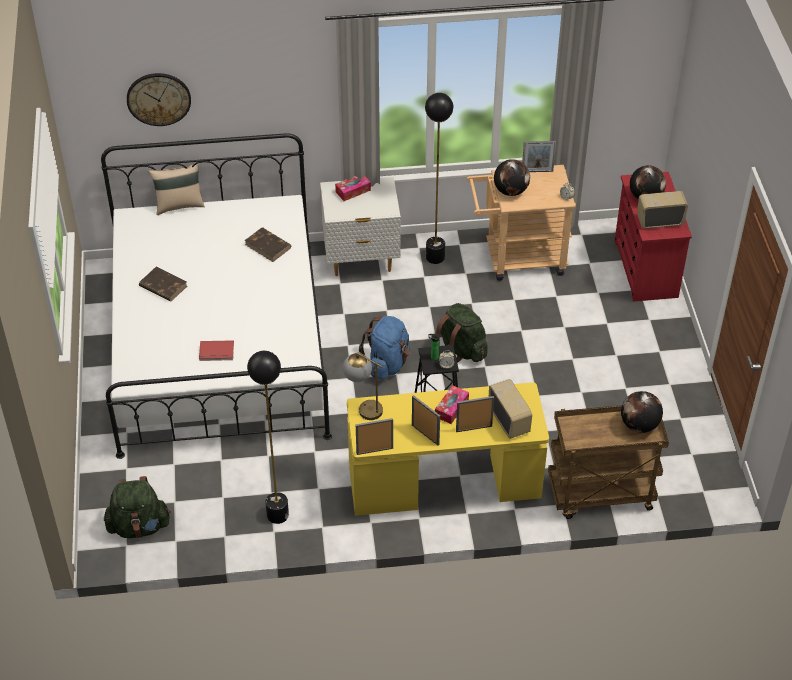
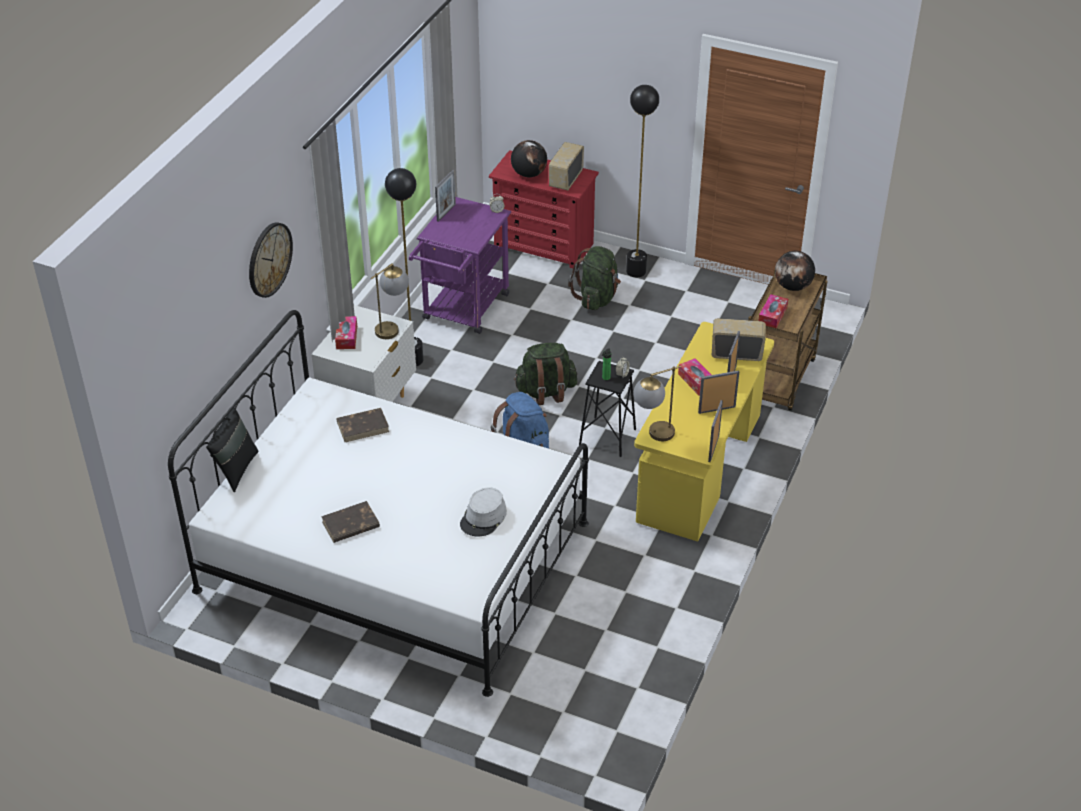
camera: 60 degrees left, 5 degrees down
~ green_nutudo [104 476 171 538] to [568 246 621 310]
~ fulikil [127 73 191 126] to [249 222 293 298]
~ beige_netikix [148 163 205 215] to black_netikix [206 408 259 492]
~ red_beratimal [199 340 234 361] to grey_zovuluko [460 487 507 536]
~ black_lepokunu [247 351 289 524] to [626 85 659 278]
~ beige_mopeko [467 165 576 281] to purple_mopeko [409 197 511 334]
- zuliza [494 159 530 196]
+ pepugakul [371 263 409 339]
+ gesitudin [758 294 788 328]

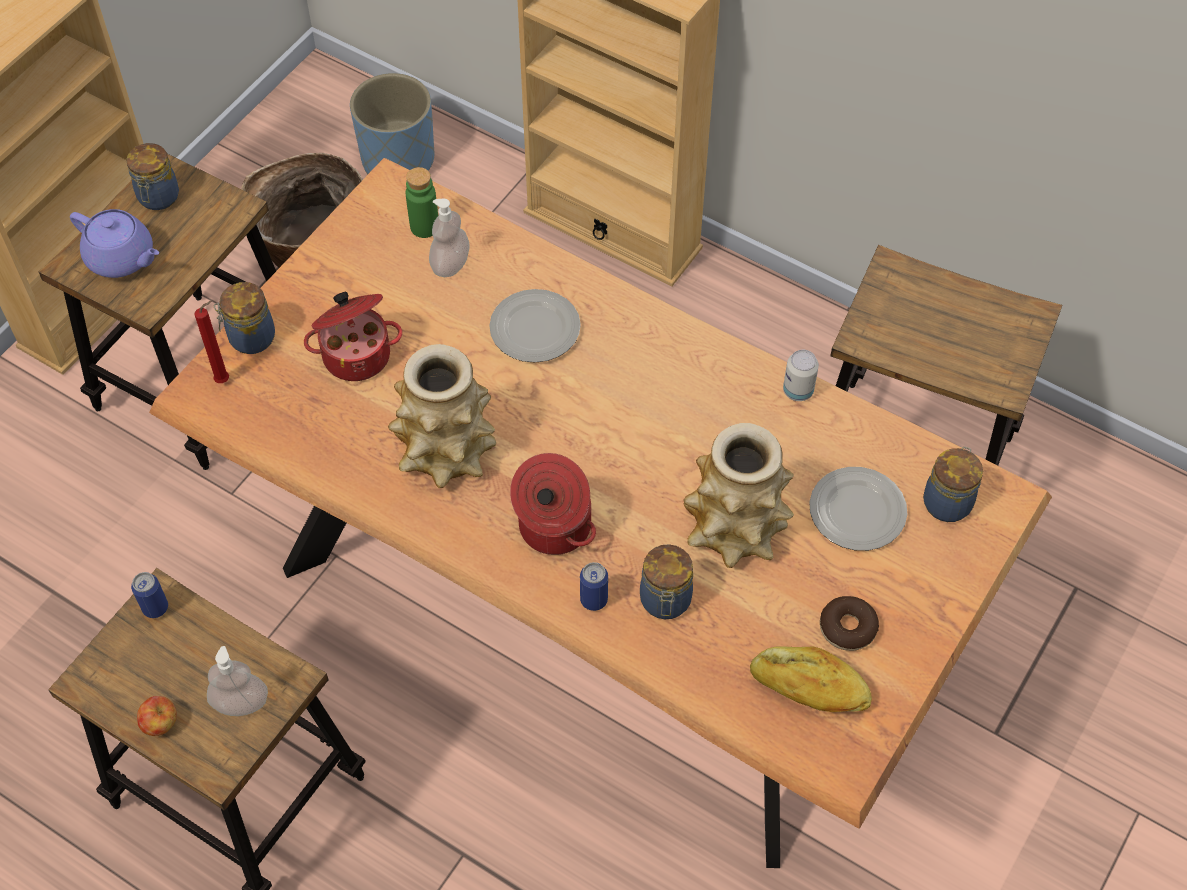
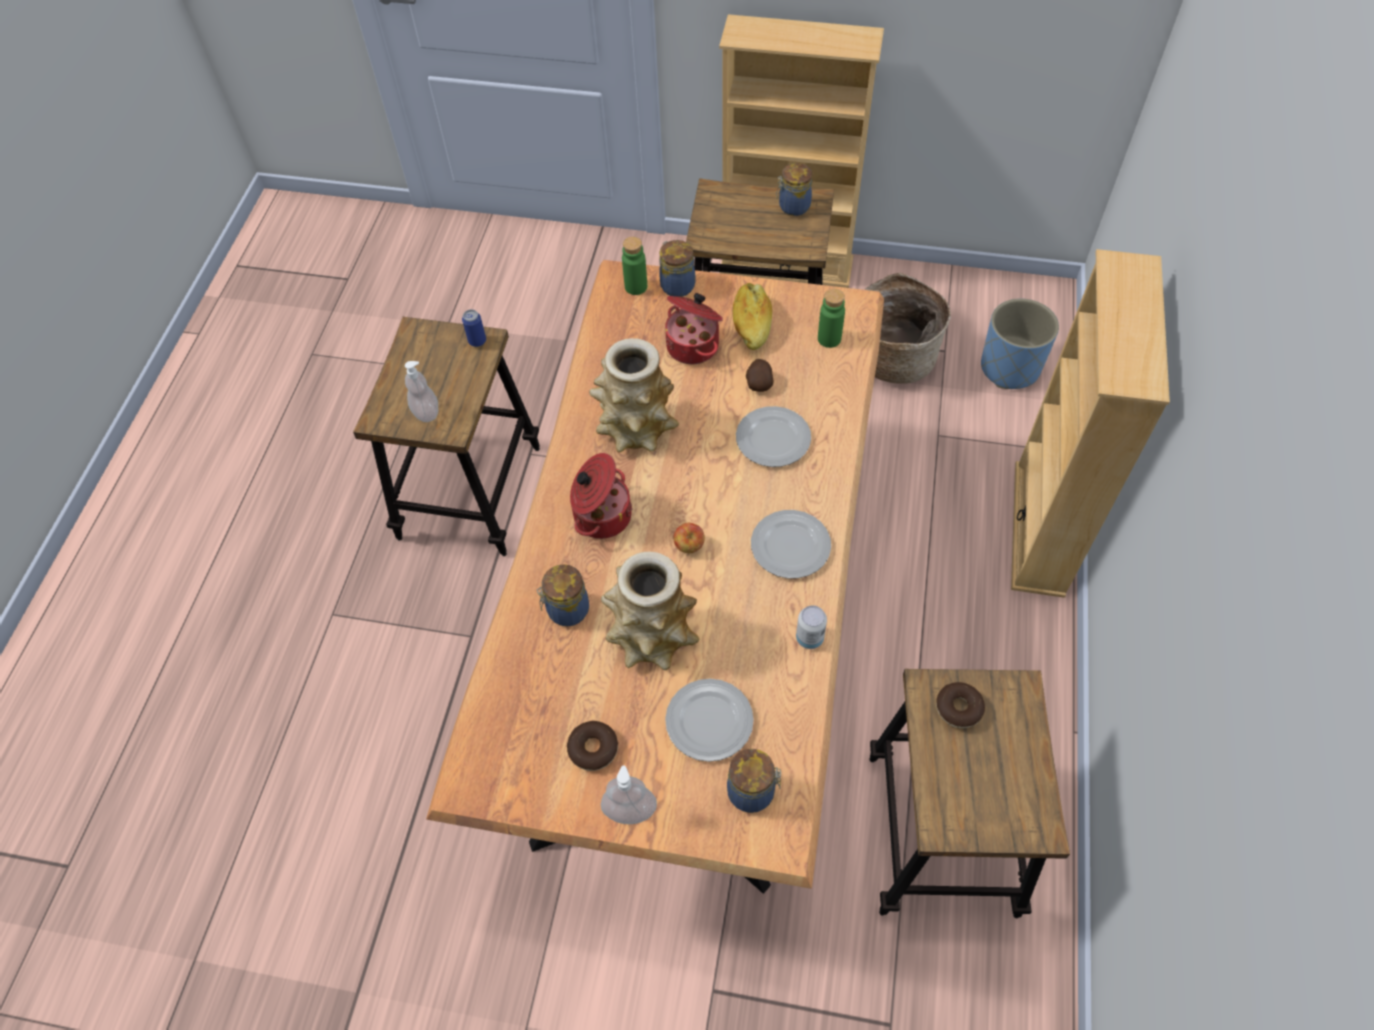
camera: 70 degrees right, 0 degrees up
- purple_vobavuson [70 209 159 278]
~ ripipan [137 696 177 736] to [674 523 705 553]
~ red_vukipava [194 301 229 383] to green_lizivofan [622 237 647 295]
~ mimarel [429 199 470 277] to [601 766 657 824]
- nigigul [580 562 608 611]
~ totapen [750 646 872 712] to [733 283 772 350]
+ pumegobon [746 359 774 392]
+ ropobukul [751 510 831 578]
+ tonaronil [936 682 985 728]

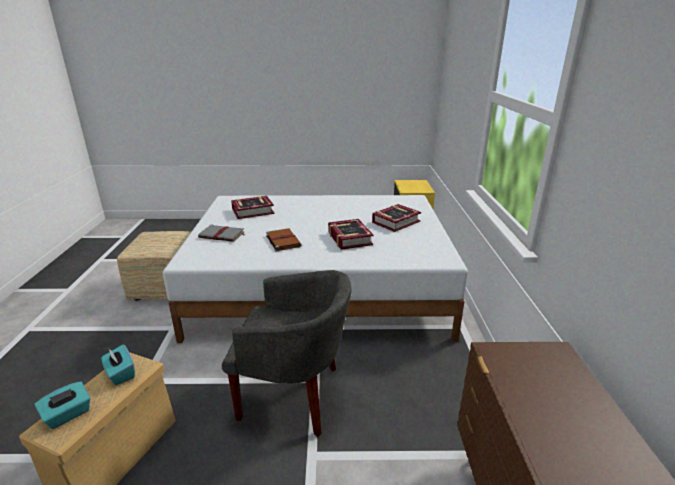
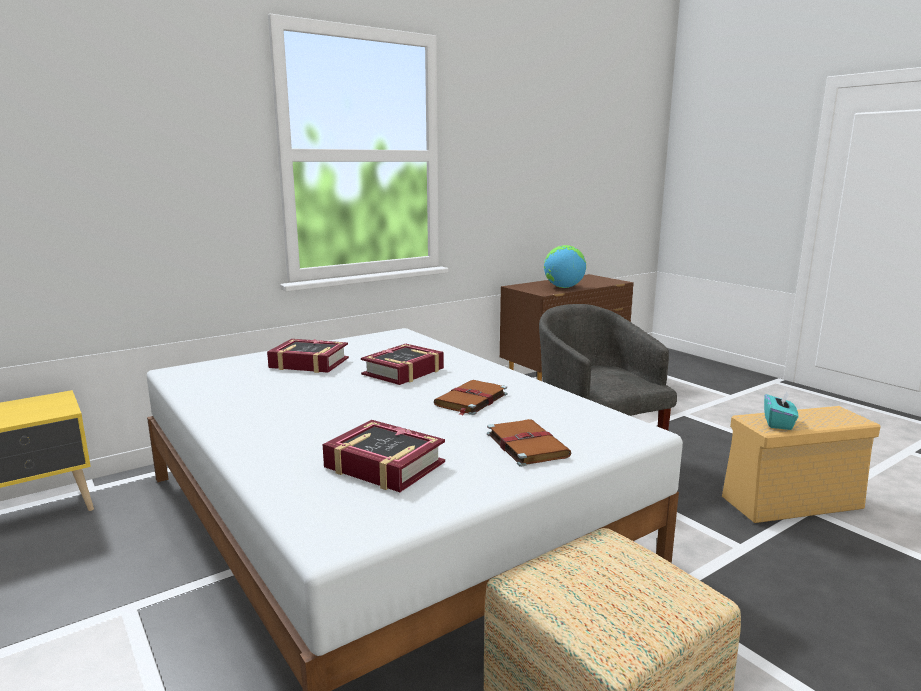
camera: 125 degrees left, 10 degrees down
- turquoise_gesitudin [34 381 90 429]
~ grey_beratimal [198 224 246 242] to brown_beratimal [487 419 571 467]
+ zuliza [544 245 586 288]

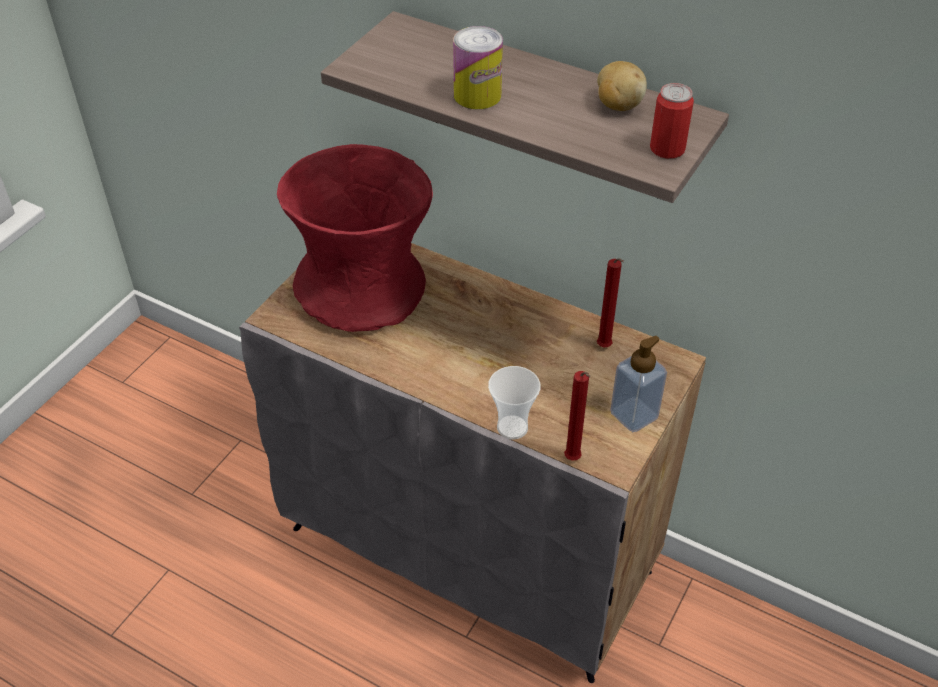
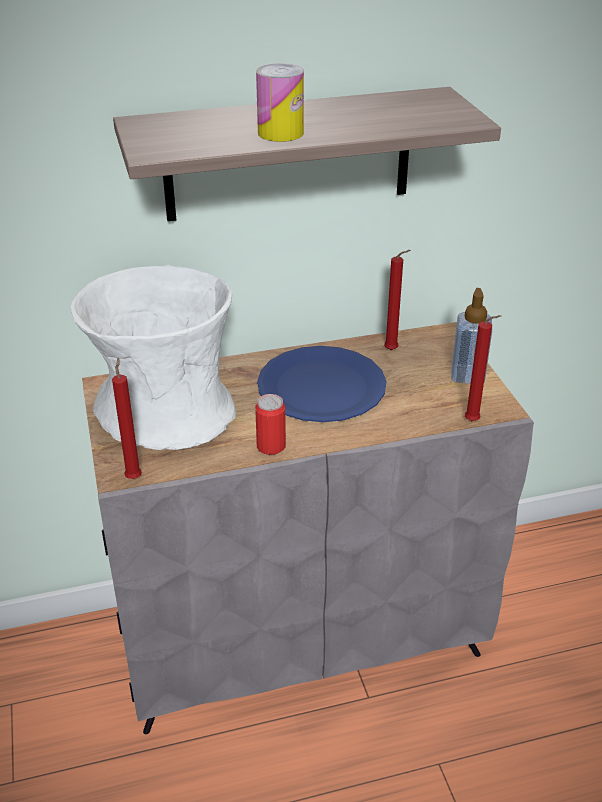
camera: 45 degrees left, 10 degrees down
~ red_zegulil [277 144 433 332] to white_zegulil [71 265 236 450]
- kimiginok [488 366 541 440]
- pumegobon [597 61 647 111]
~ nigigul [650 83 694 159] to [255 394 286 455]
+ red_vukipava [112 358 142 479]
+ blue_ropobukul [257 346 386 422]

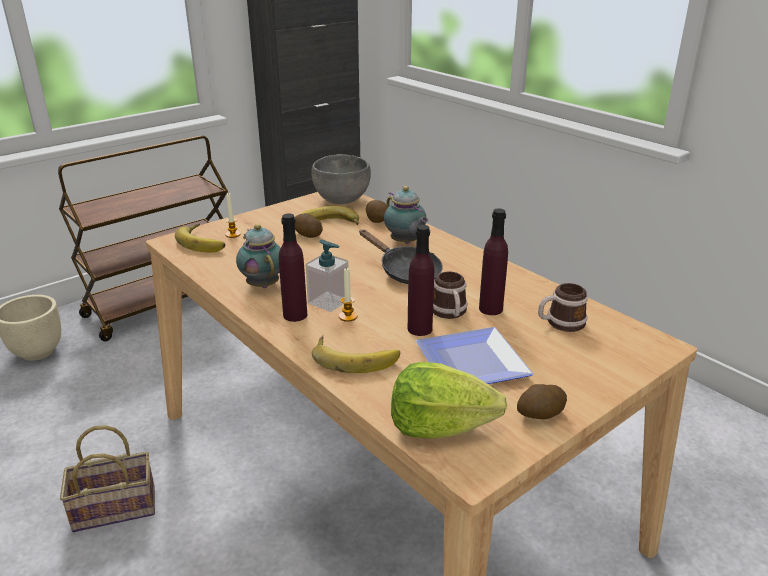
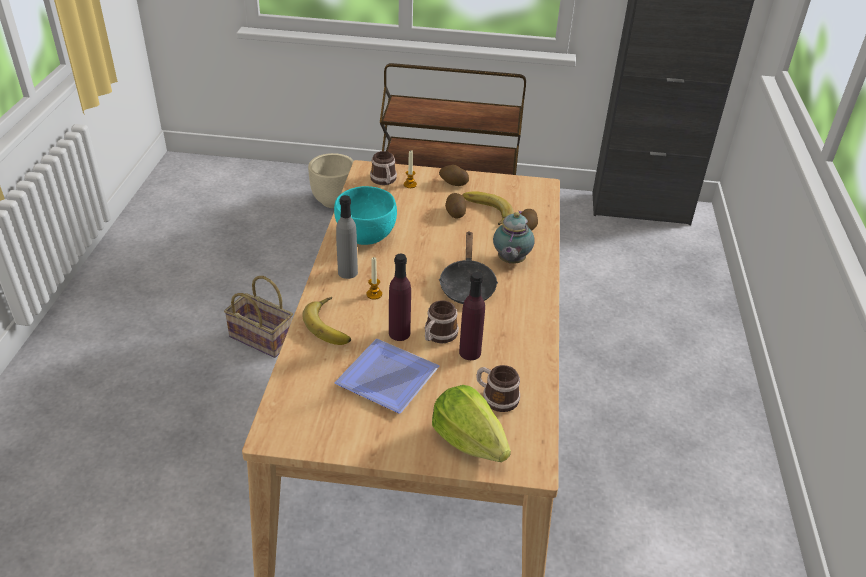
camera: 45 degrees right, 10 degrees up
~ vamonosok [175 223 225 253] to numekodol [370 151 397 185]
~ vobavuson [236 224 281 288] to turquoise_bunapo [334 186 397 245]
~ purple_lizivofan [279 213 307 322] to grey_lizivofan [336 195 358 279]
- mimarel [305 240 348 312]
- grey_bunapo [311 154 371 204]
~ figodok [391 362 507 439] to [432 385 511 462]
~ pumegobon [517 384 567 420] to [439 165 469 186]

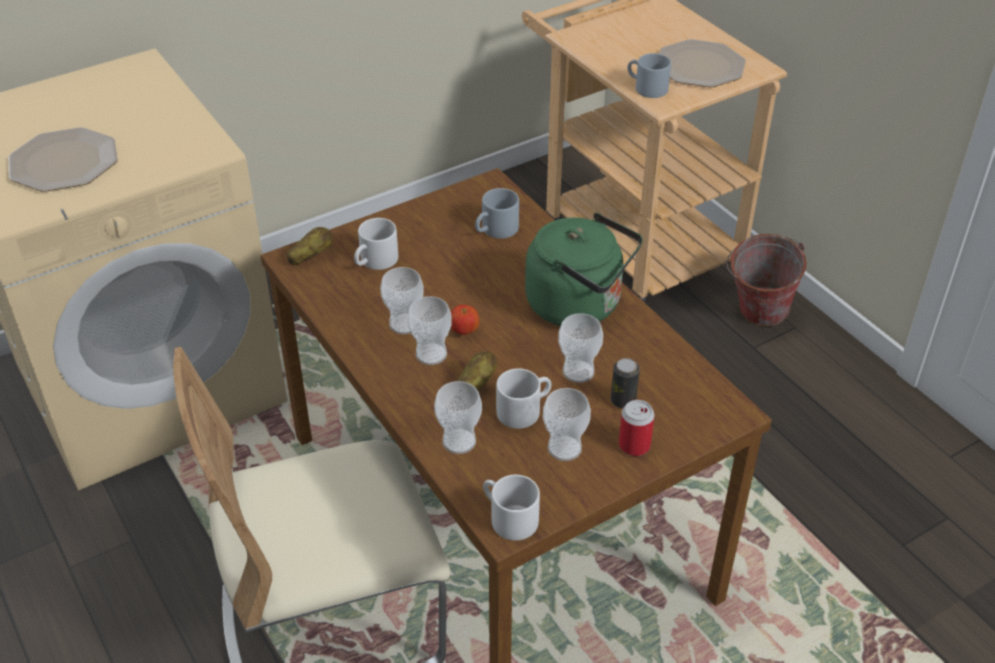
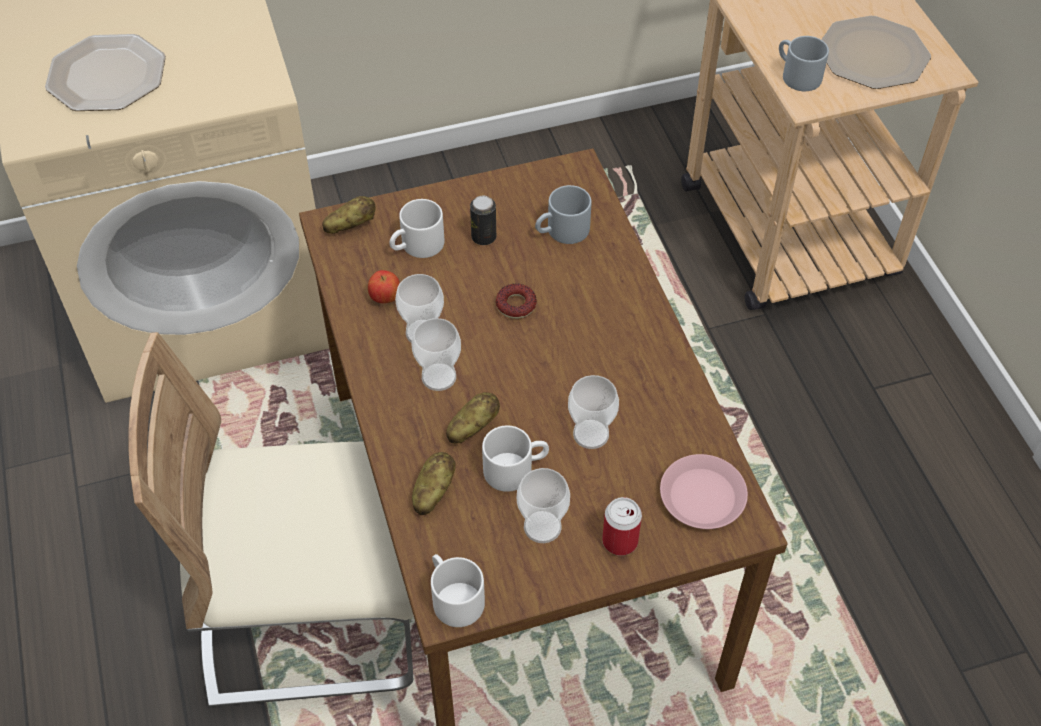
camera: 15 degrees right, 10 degrees up
~ kimiginok [434 381 482 454] to pumegobon [412 452 456 515]
~ ripipan [451 305 479 335] to [368 270 400 303]
- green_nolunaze [525 213 643 326]
~ nigigul [611 358 640 409] to [470 196 496 245]
- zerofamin [726 234 807 327]
+ tonaronil [496 284 537 319]
+ pink_ropobukul [660 454 748 529]

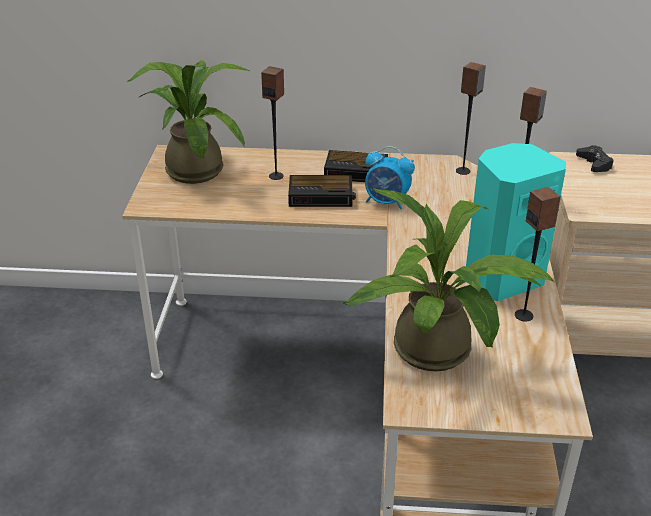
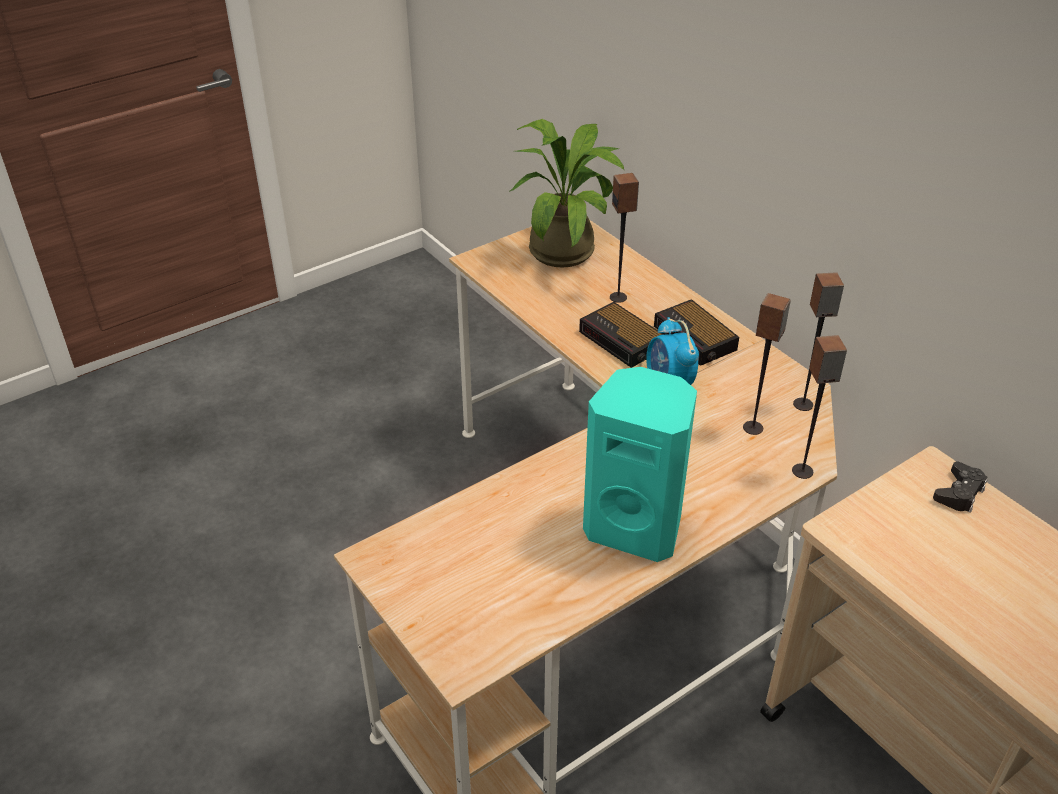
camera: 50 degrees right, 5 degrees up
- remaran [343 187 554 371]
~ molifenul [515 187 561 322] to [743 293 791 435]

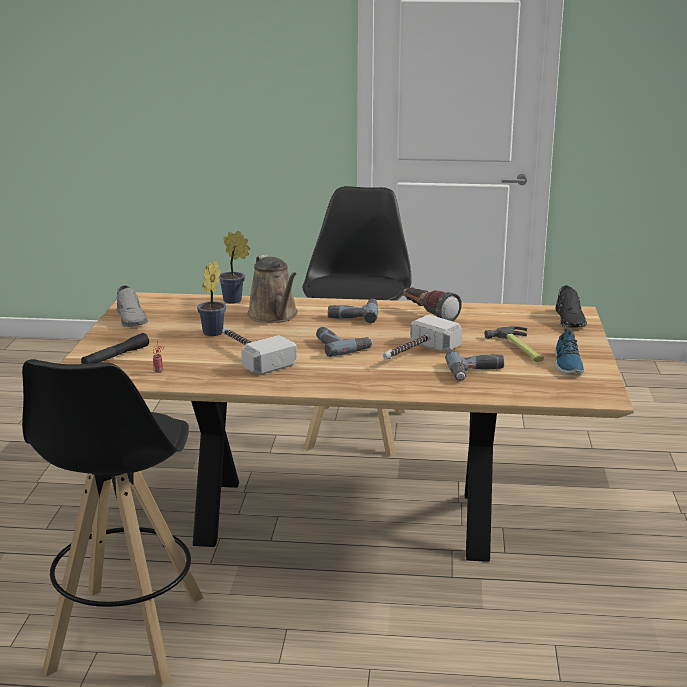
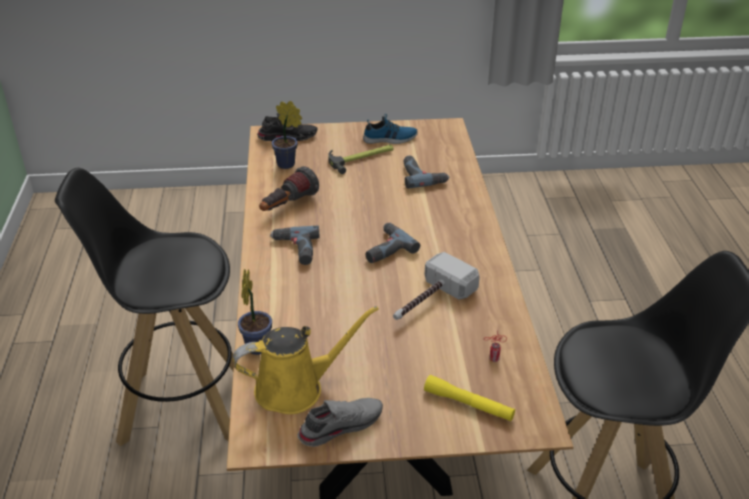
camera: 100 degrees left, 15 degrees up
~ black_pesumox [81 333 149 364] to yellow_pesumox [424 375 515 421]
~ remaran [197 261 226 336] to [272 101 302 169]
- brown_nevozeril [247 255 298 323]
- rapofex [383 315 463 359]
+ yellow_nevozeril [233 306 379 414]

